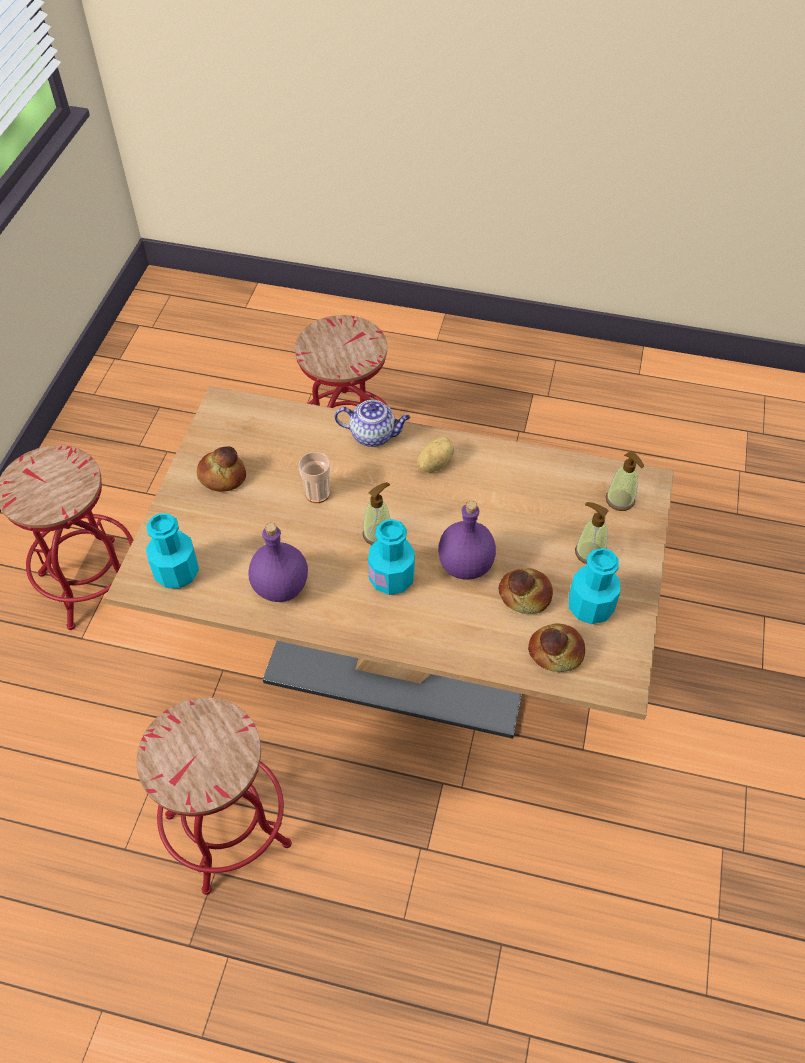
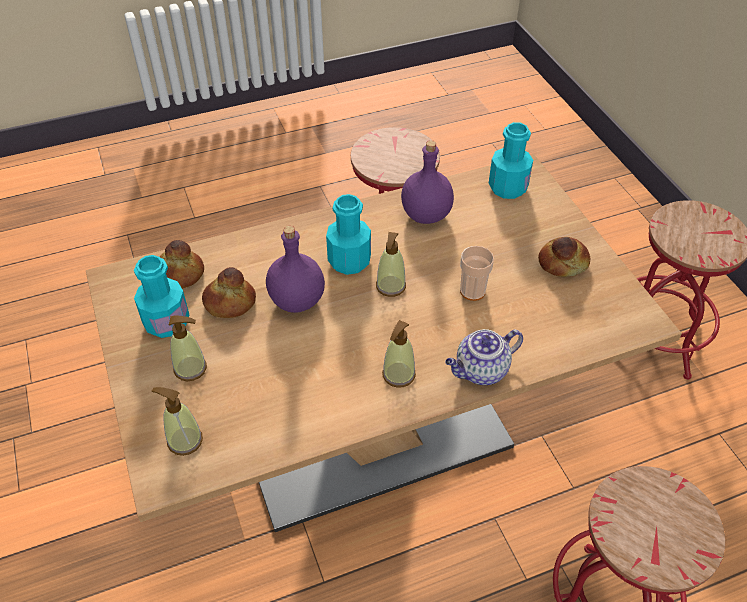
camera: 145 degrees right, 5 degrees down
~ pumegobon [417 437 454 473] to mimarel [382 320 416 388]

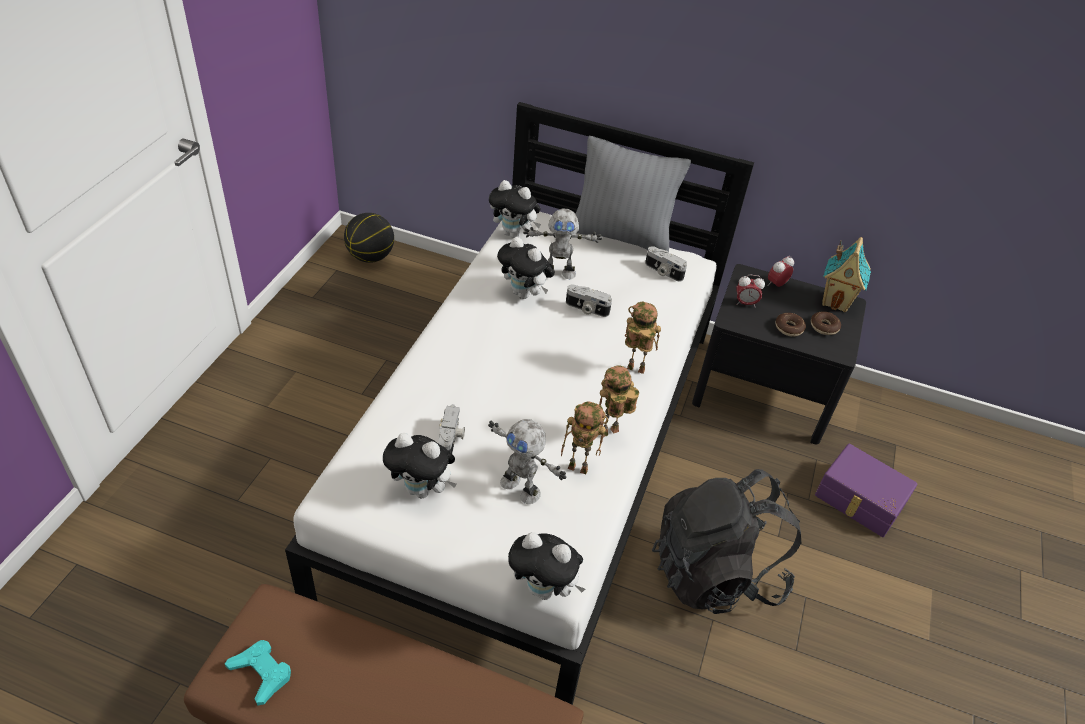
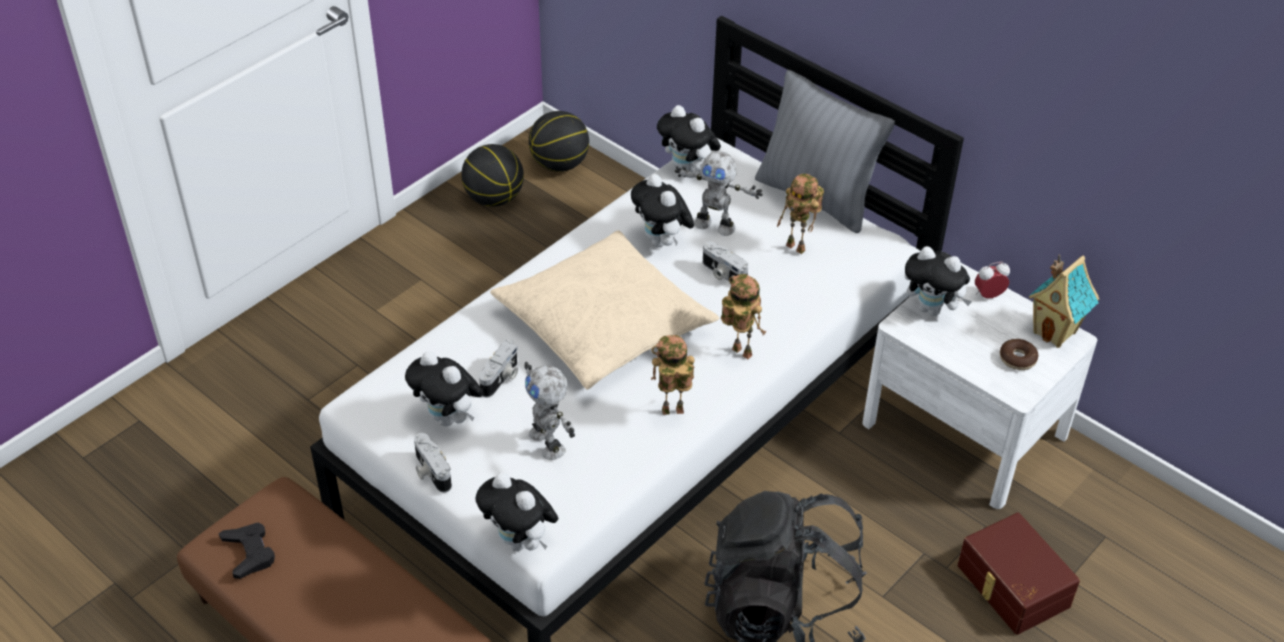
camera: 25 degrees right, 0 degrees up
~ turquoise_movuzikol [225 640 291 706] to black_movuzikol [219 522 275 579]
~ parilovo [561 401 608 474] to [777 174 824 254]
~ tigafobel [645 246 687 282] to [414 433 452 493]
~ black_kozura [692 264 866 444] to white_kozura [862 263 1097 509]
~ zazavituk [736 275 765 307] to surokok [905 246 972 316]
- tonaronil [776 313 806 337]
~ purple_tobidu [815 444 918 537] to brown_tobidu [957 513 1080 635]
+ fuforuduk [461 144 524 207]
+ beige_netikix [490 230 719 390]

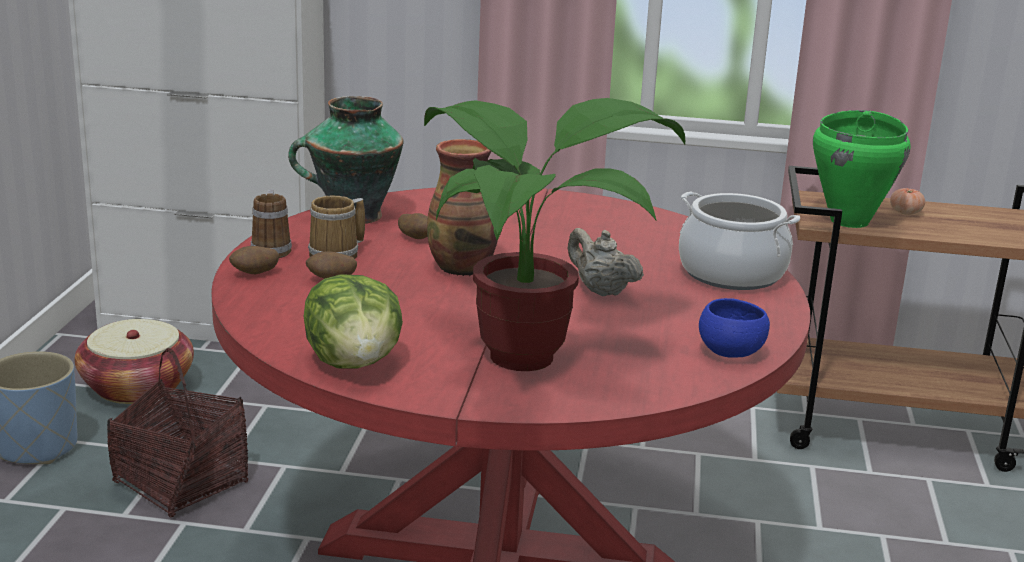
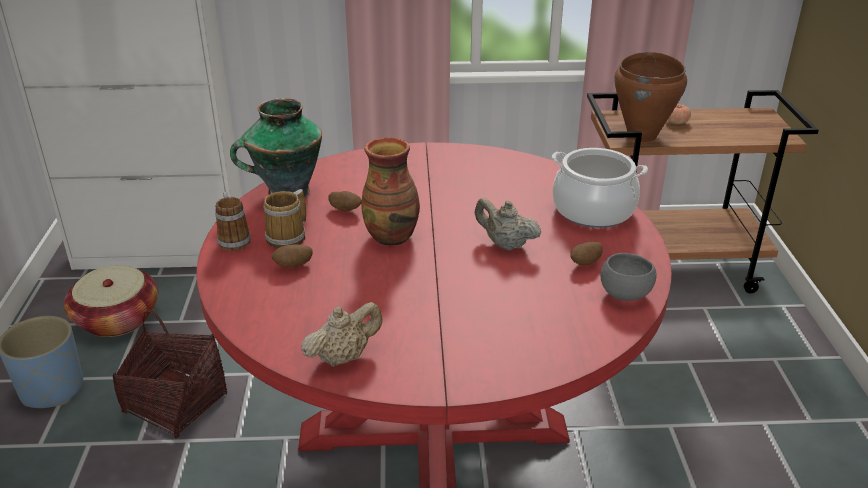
camera: 10 degrees left, 10 degrees up
~ pumegobon [229 246 279 274] to [570 242 603 265]
~ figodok [304 274 403 369] to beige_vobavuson [301 302 383 367]
- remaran [424 98 685 371]
~ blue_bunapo [699 298 770 358] to grey_bunapo [600 253 657 301]
~ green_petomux [813 110 911 228] to brown_petomux [614 52 687 142]

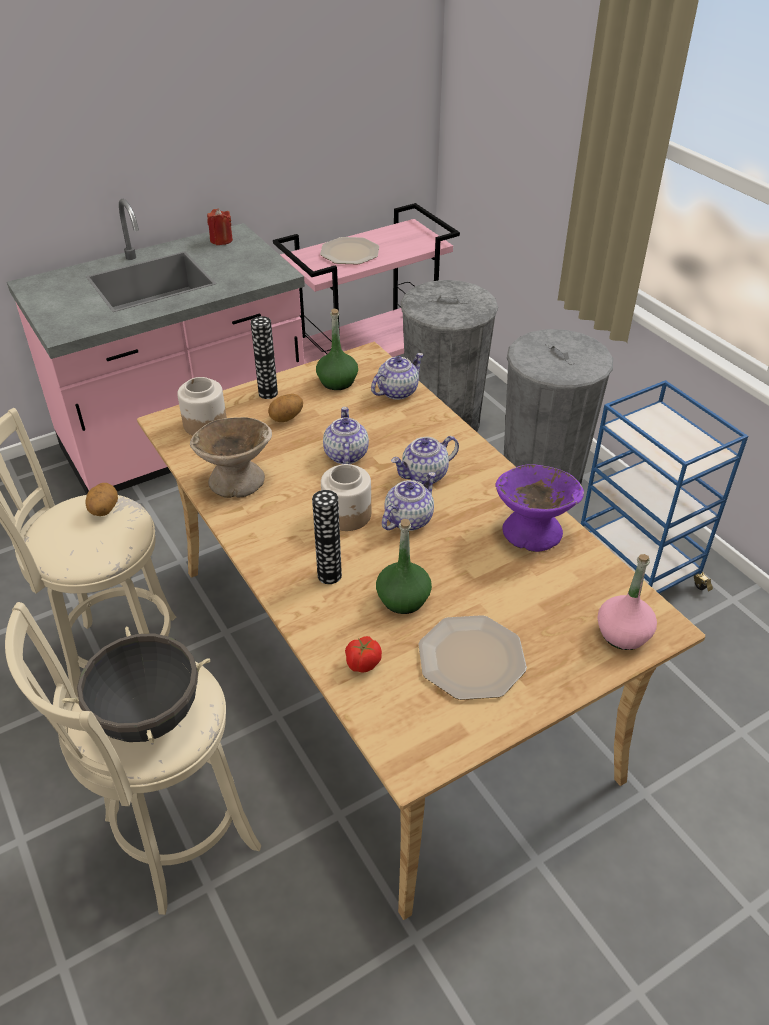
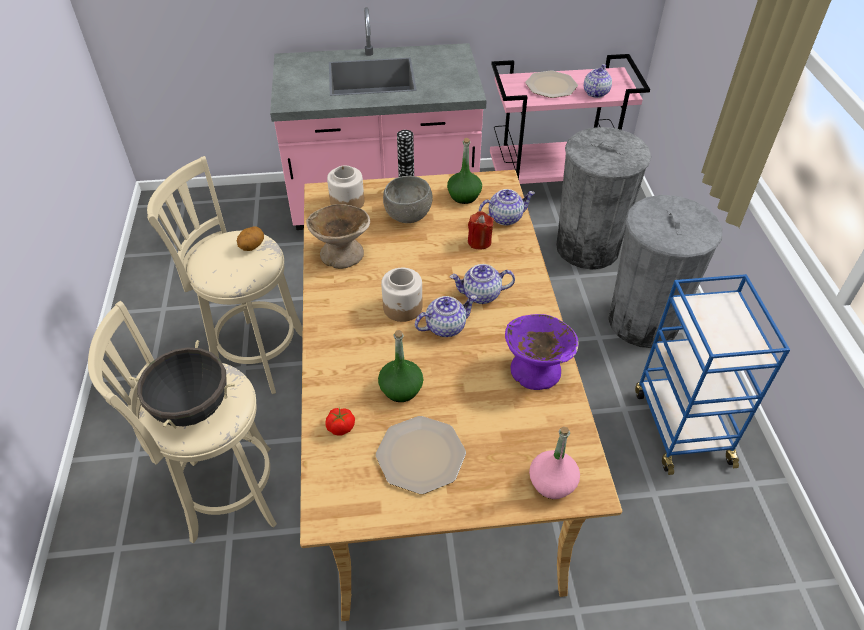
camera: 25 degrees right, 5 degrees up
~ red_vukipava [207 208 233 245] to [468 211 494 250]
~ pumegobon [268 394 303 422] to grey_bunapo [383 176 433 223]
- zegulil [312 490 342 584]
~ vobavuson [323 407 369 464] to [584 64 612 98]

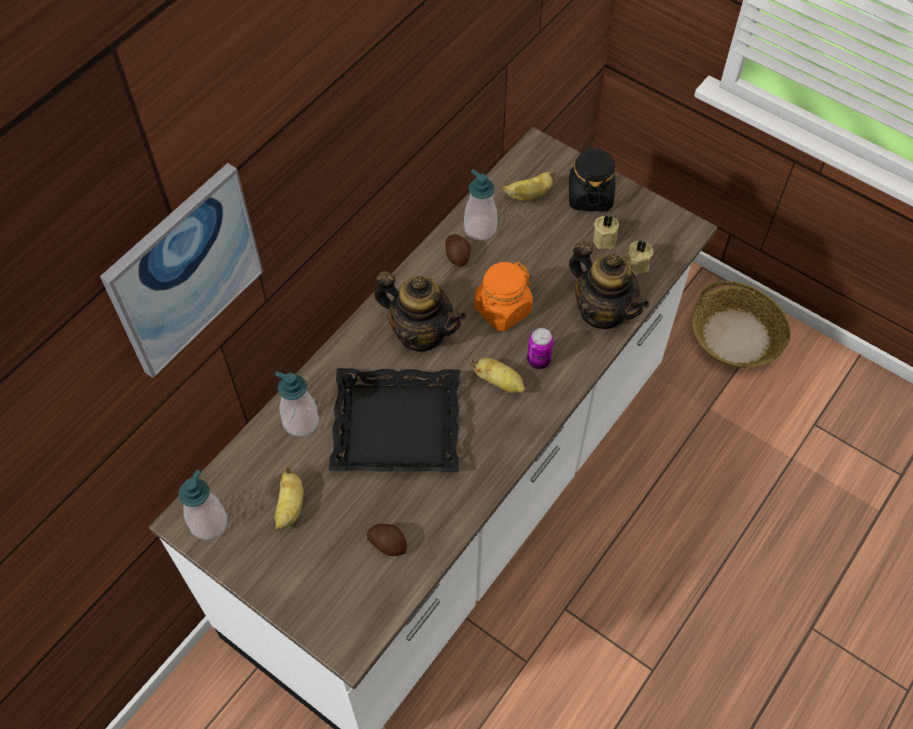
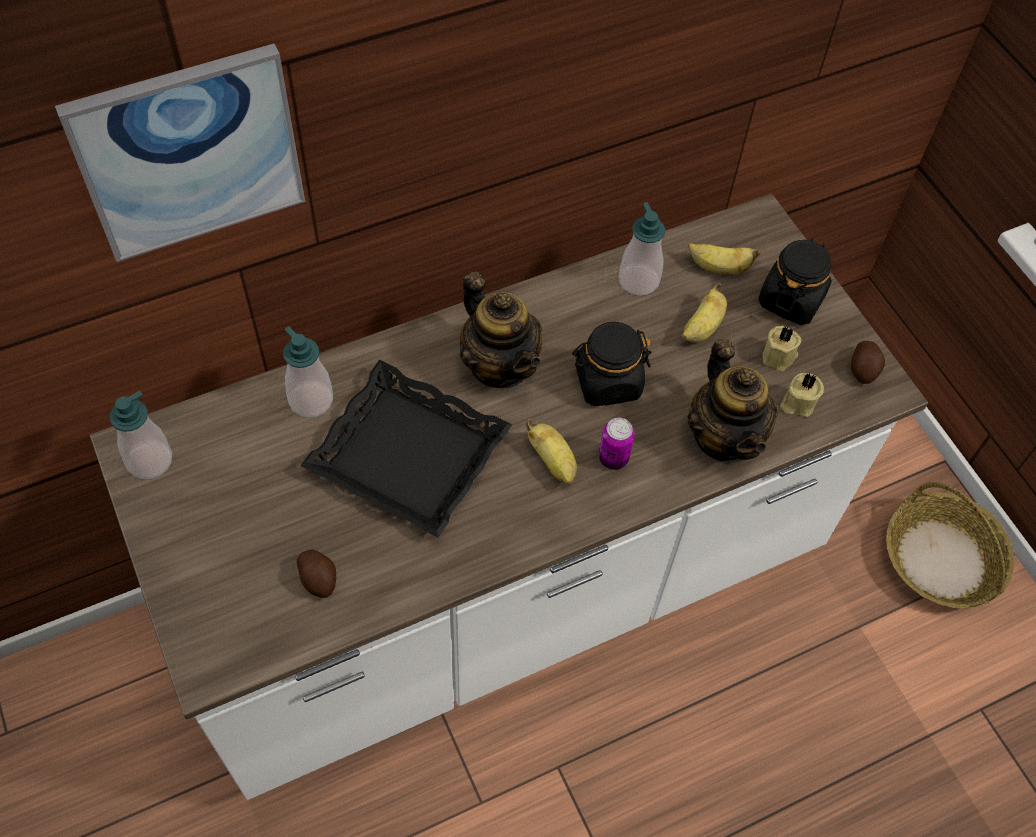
camera: 25 degrees right, 0 degrees up
~ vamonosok [275 466 303 531] to [682 283 727 342]
~ pumegobon [445 234 471 267] to [851 341 885 384]
~ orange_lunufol [474 262 533 331] to black_lunufol [572 322 651 406]

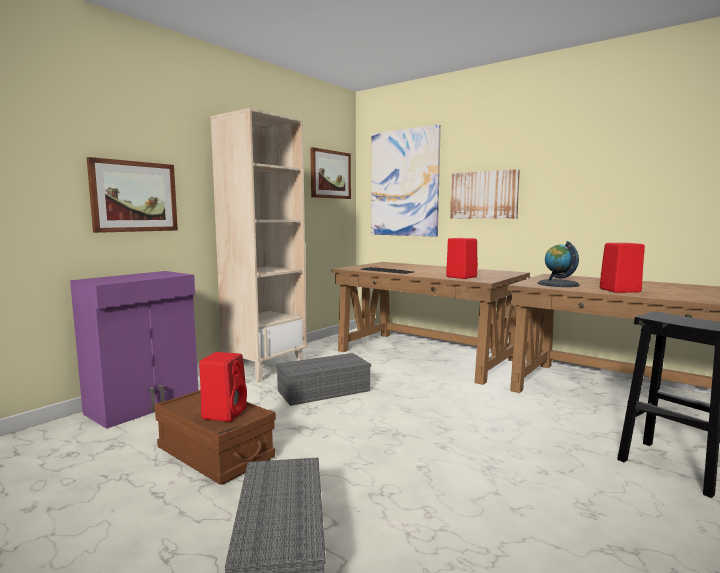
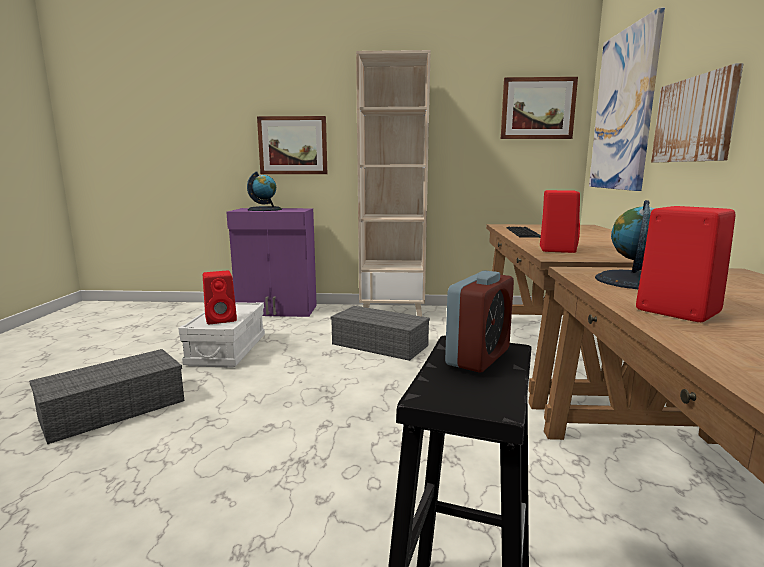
camera: 55 degrees right, 5 degrees up
~ brown_tobidu [154 390 276 485] to white_tobidu [178 302 265 368]
+ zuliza [247 172 282 211]
+ zazavituk [445 271 514 373]

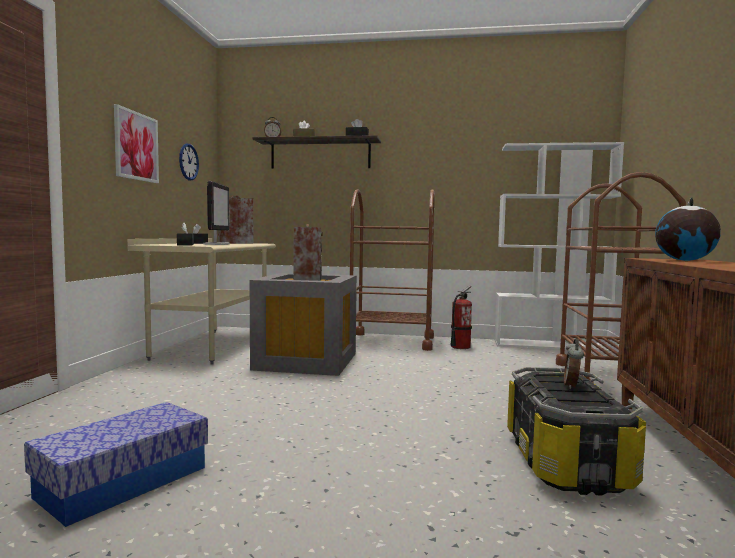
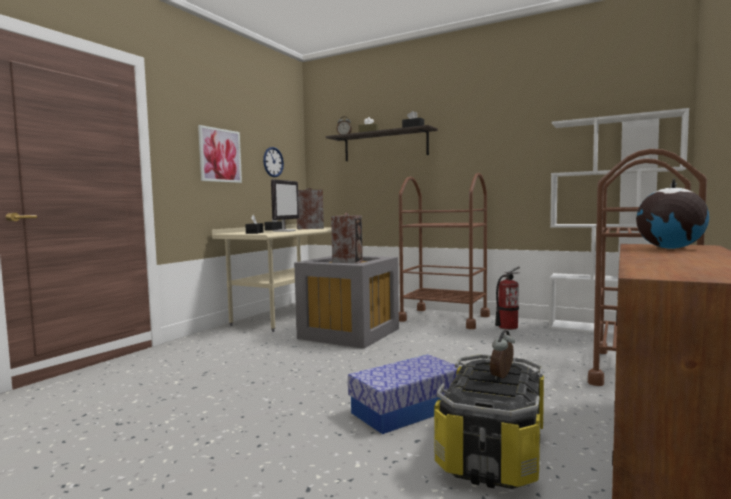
camera: 20 degrees right, 0 degrees up
~ tobidu [24 402 208 527] to [348 354 459 434]

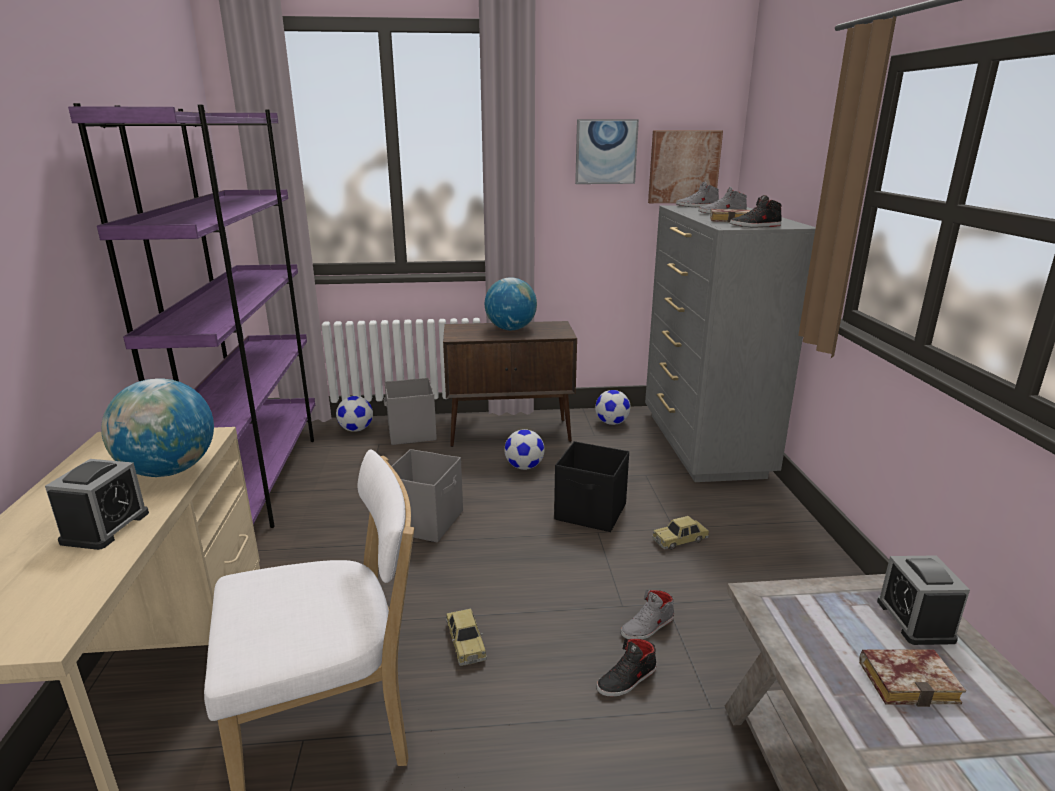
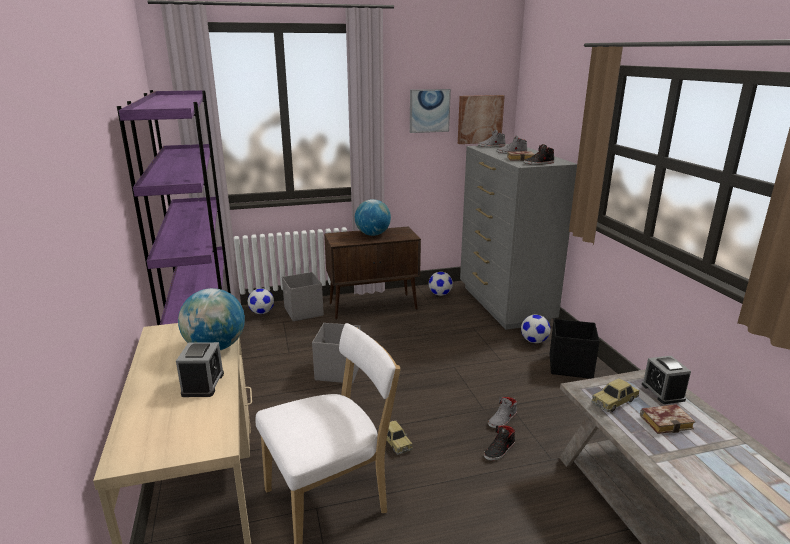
camera: 10 degrees left, 0 degrees up
~ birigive [505 429 544 470] to [521 314 551 343]
~ black_tobidu [554 441 629 532] to [550 319 600 379]
~ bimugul [652 516 709 550] to [591 378 639 412]

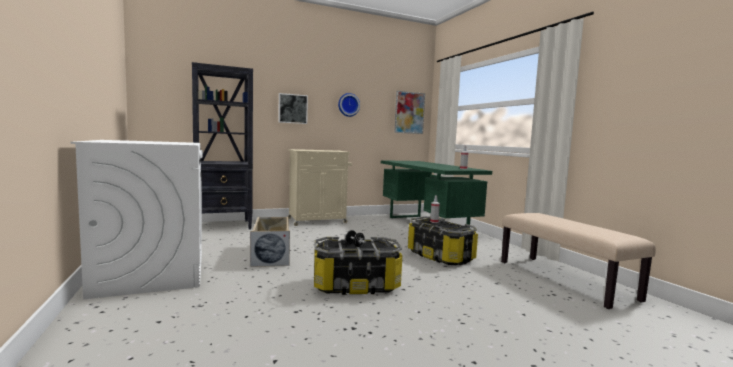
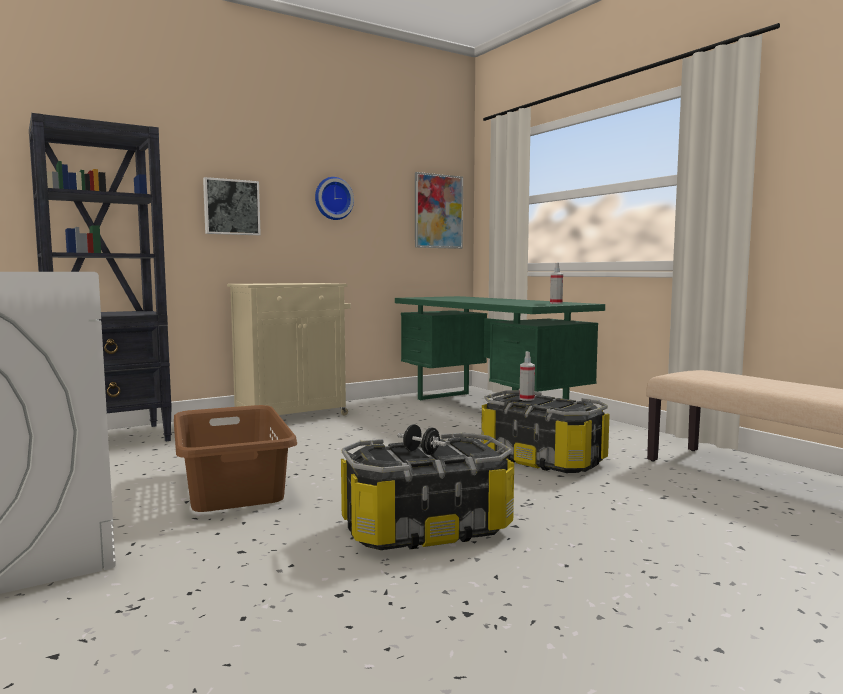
camera: 10 degrees left, 0 degrees up
~ beige_tobidu [250 217 290 267] to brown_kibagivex [174 405 297 512]

